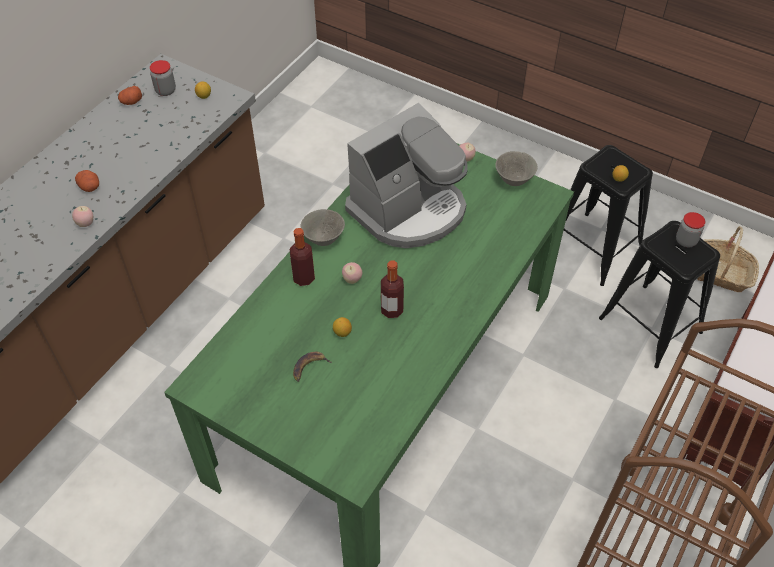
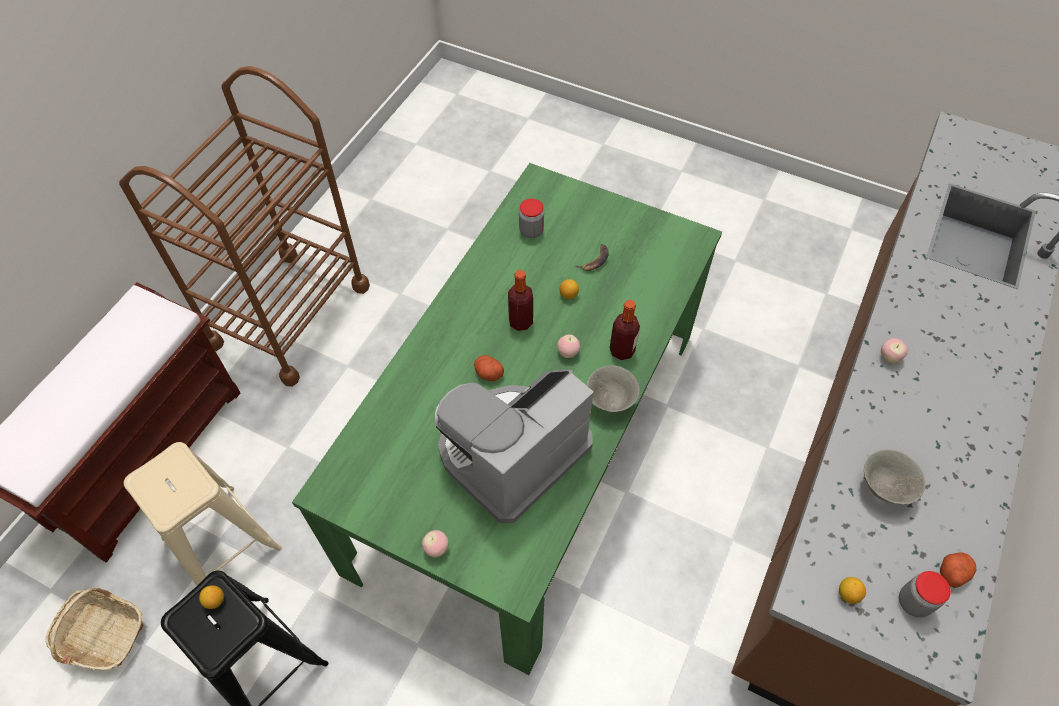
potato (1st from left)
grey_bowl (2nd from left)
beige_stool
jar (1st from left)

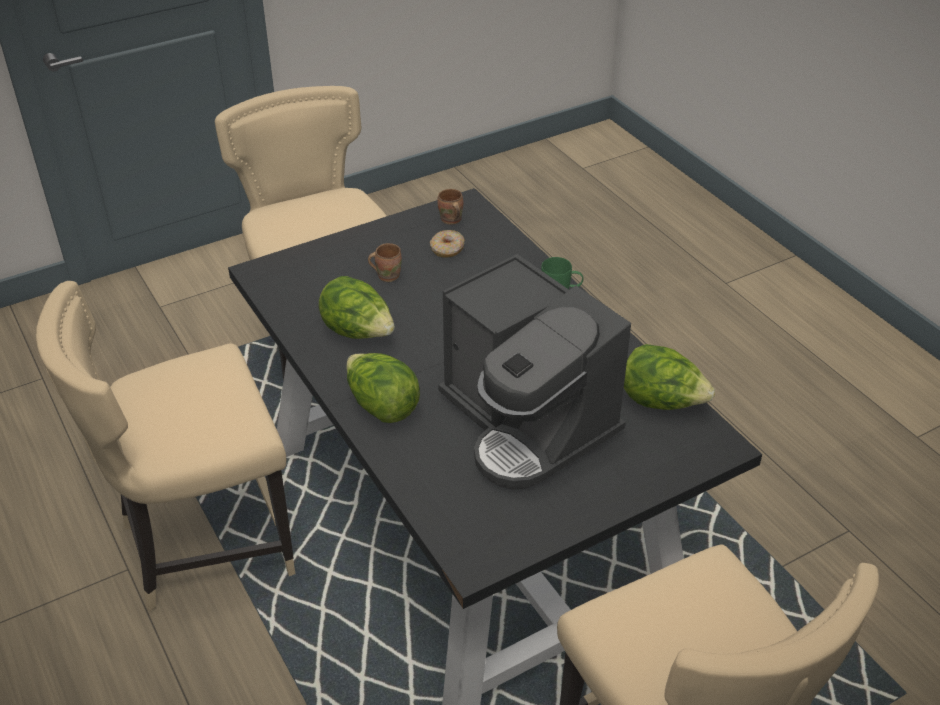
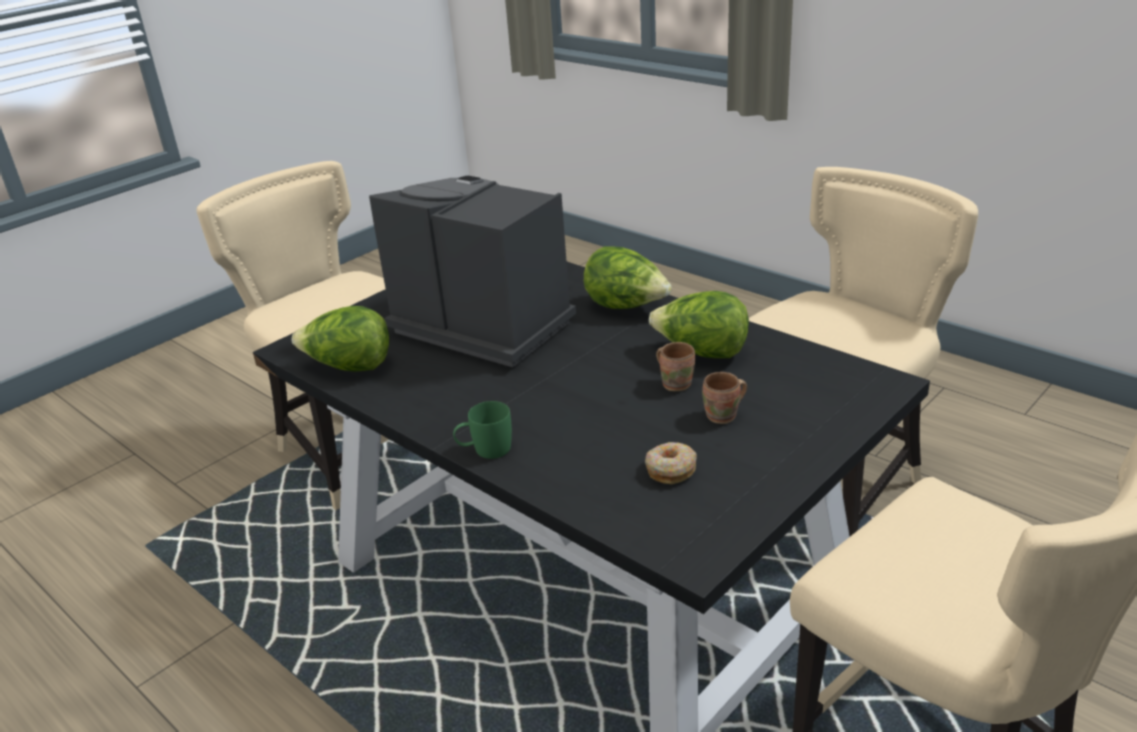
brown_mug (1st from left)

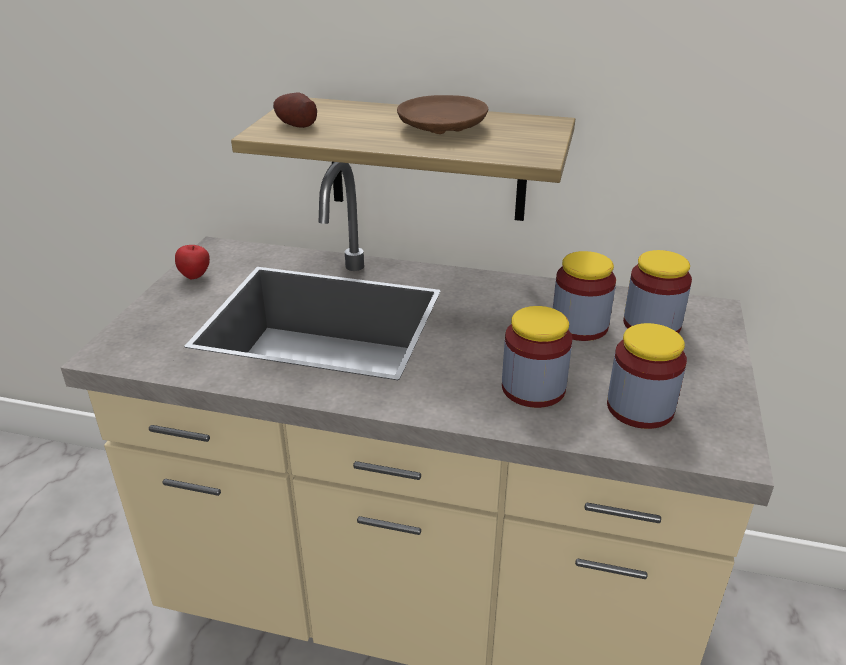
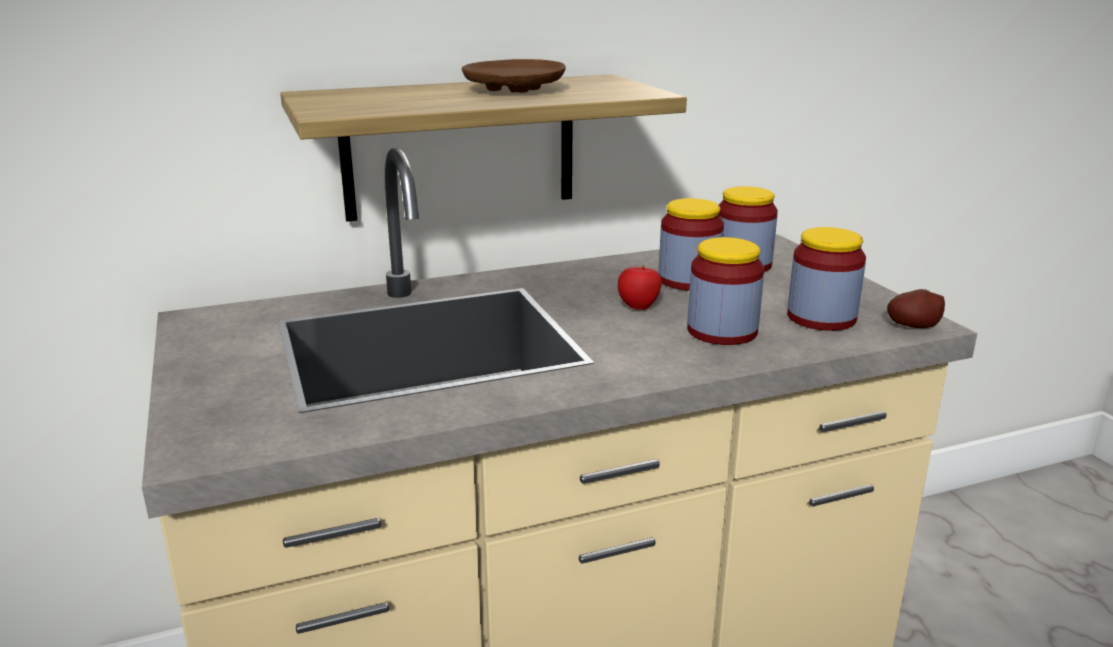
apple
potato

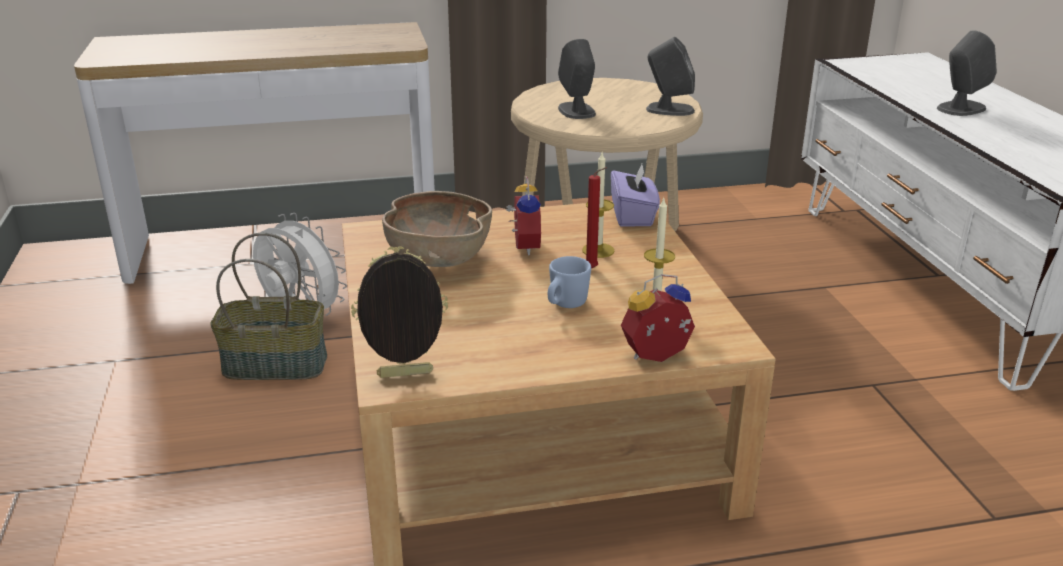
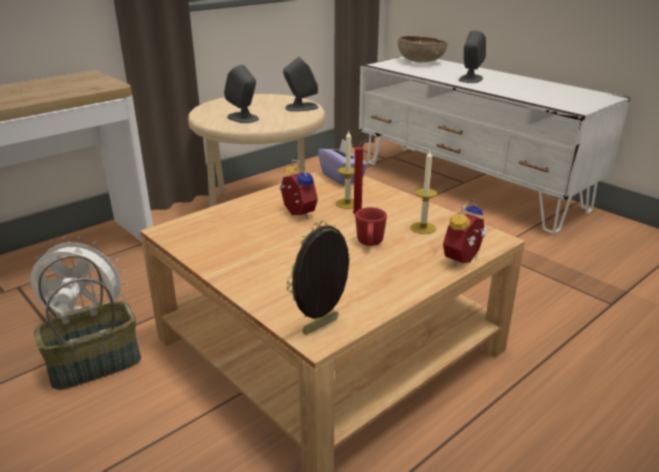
brown_bowl
red_mug

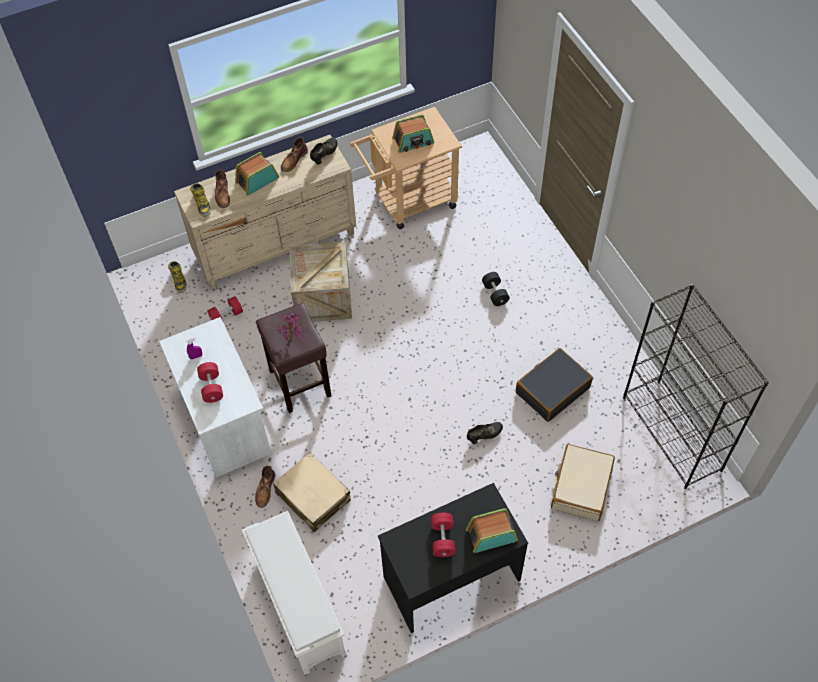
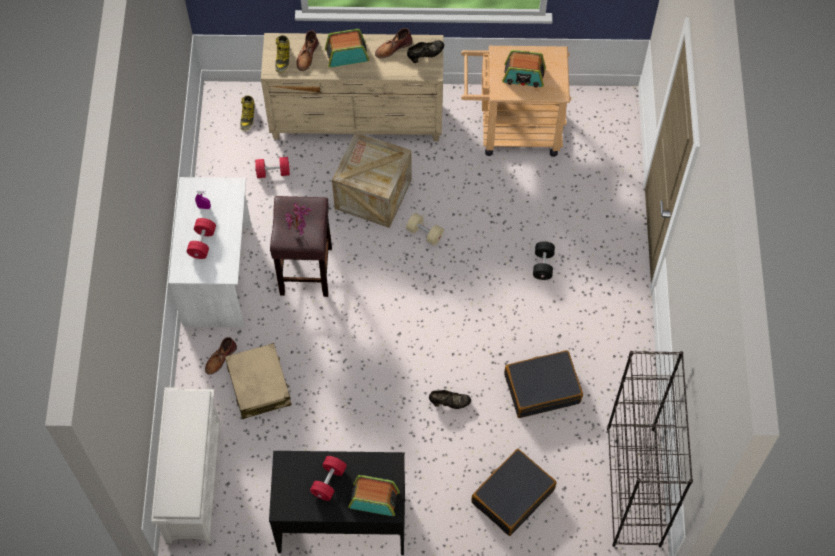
black_suitcase (1st from left)
beige_dumbbell

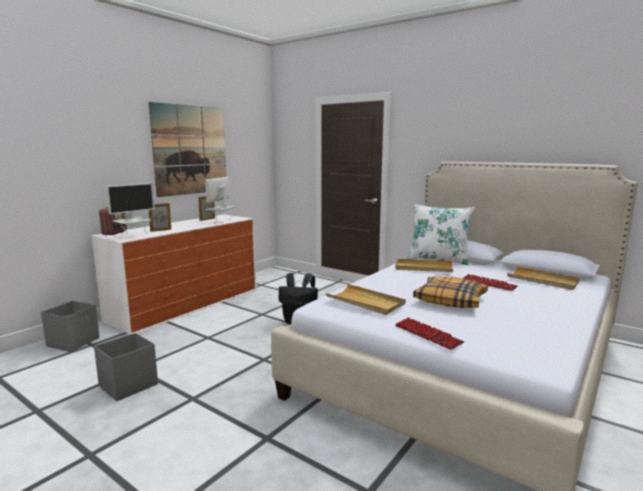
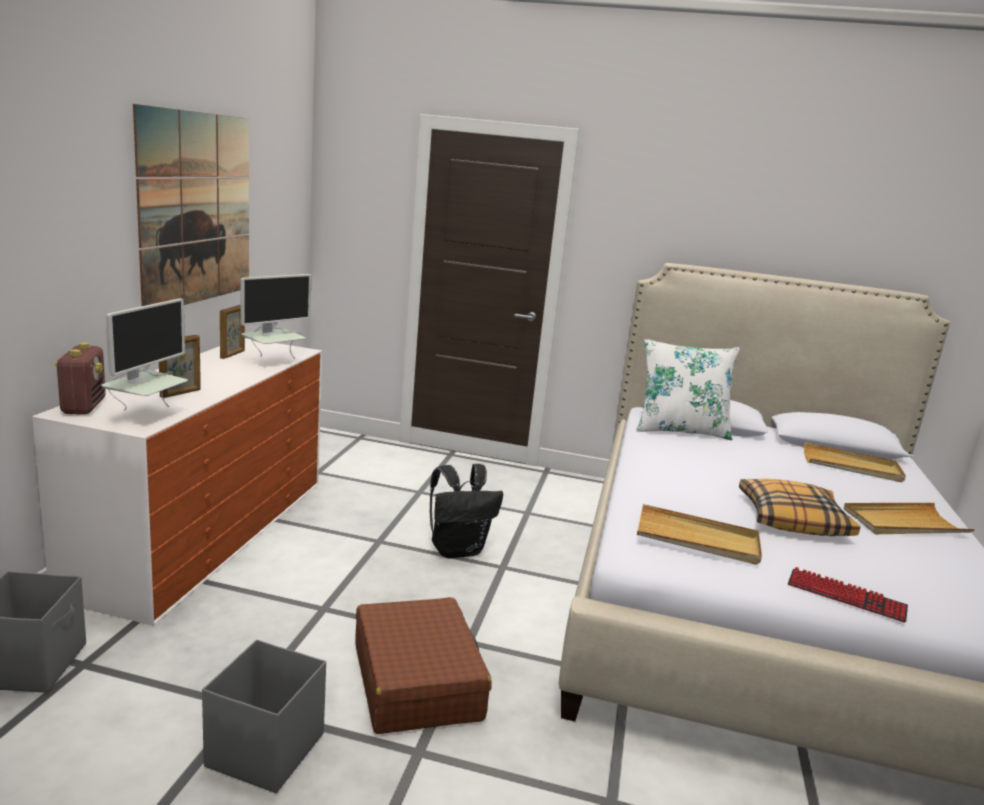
monitor (2nd from left)
beige_tray (3rd from left)
keyboard (2nd from left in the first image)
brown_suitcase

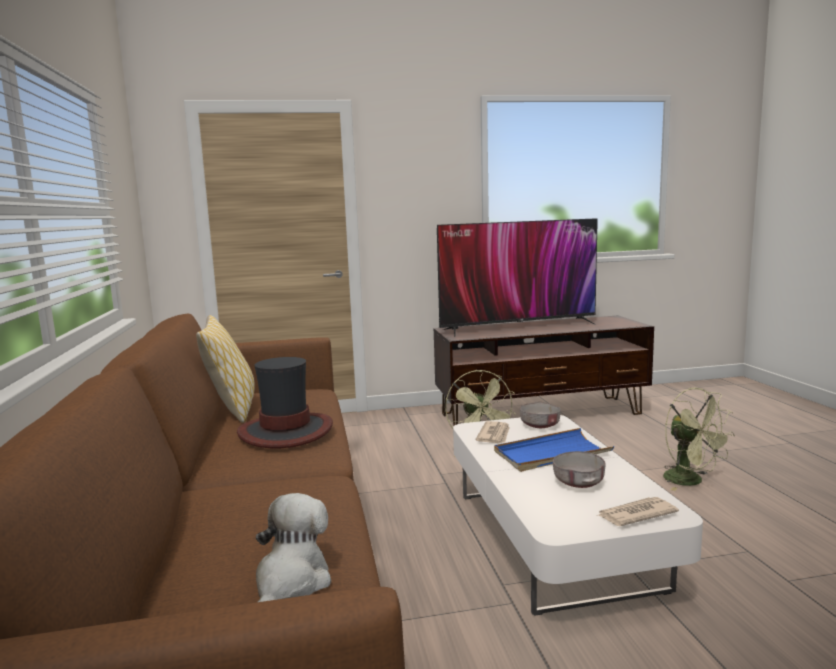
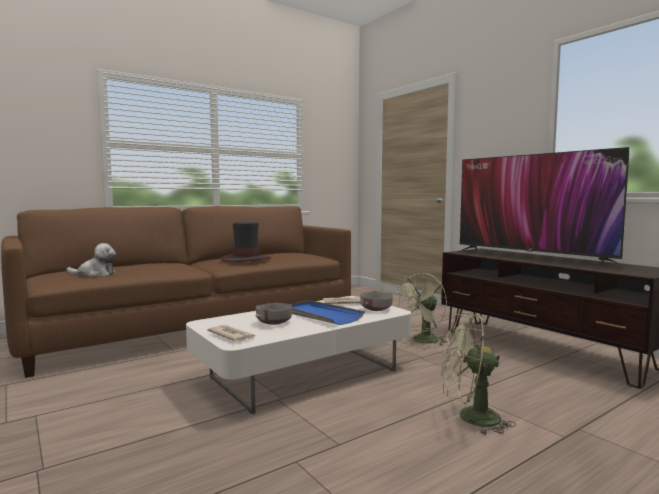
pillow
green_fan (2nd from left)

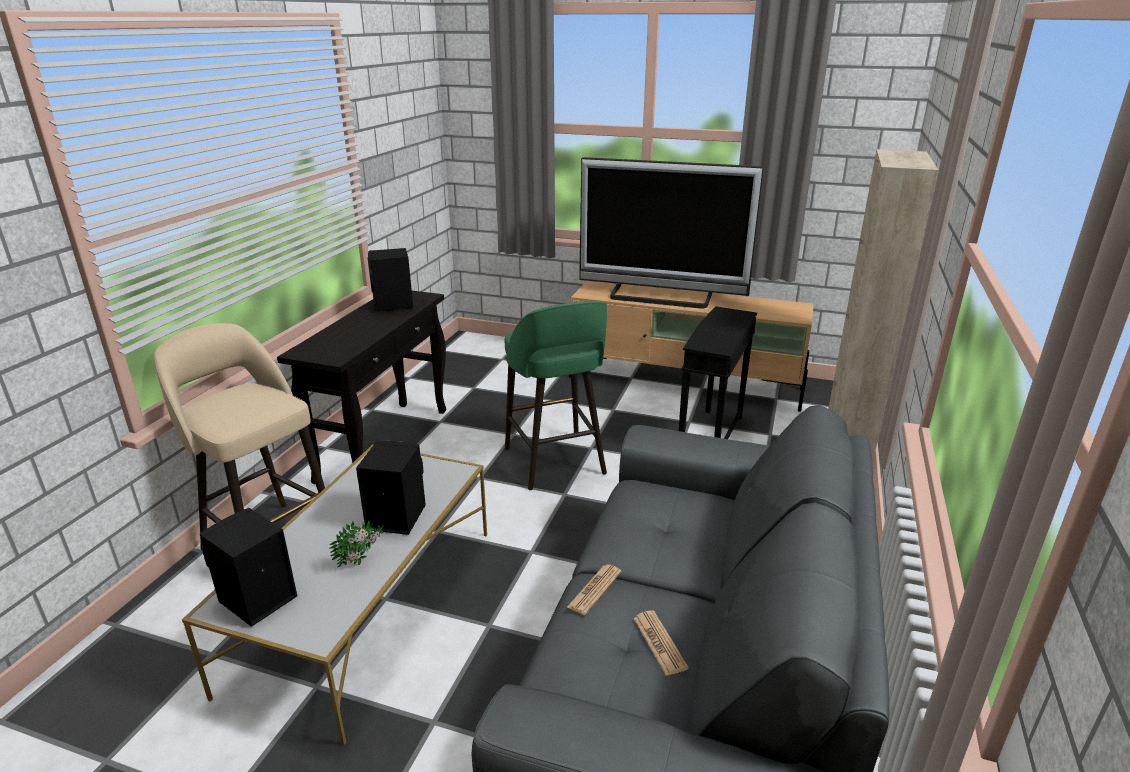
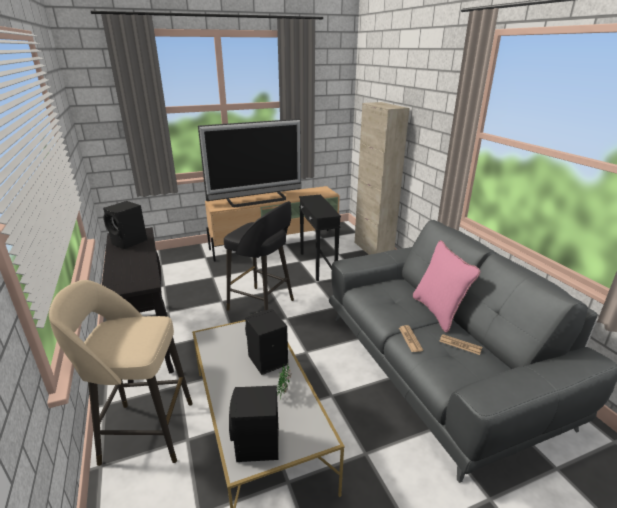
black_stool
pink_pillow

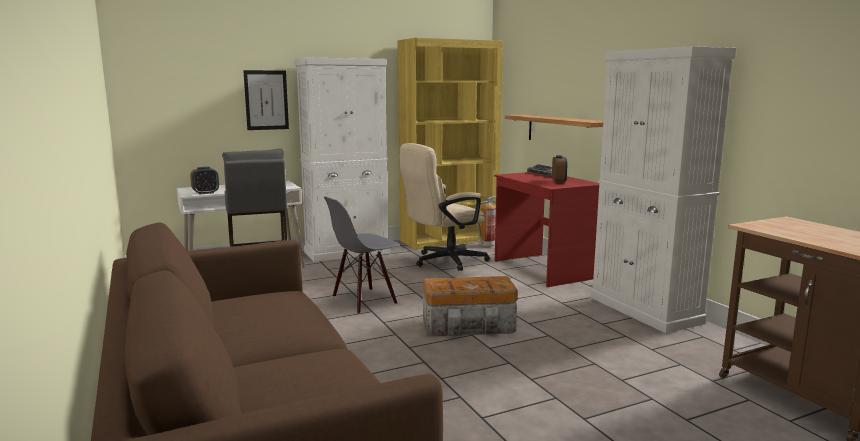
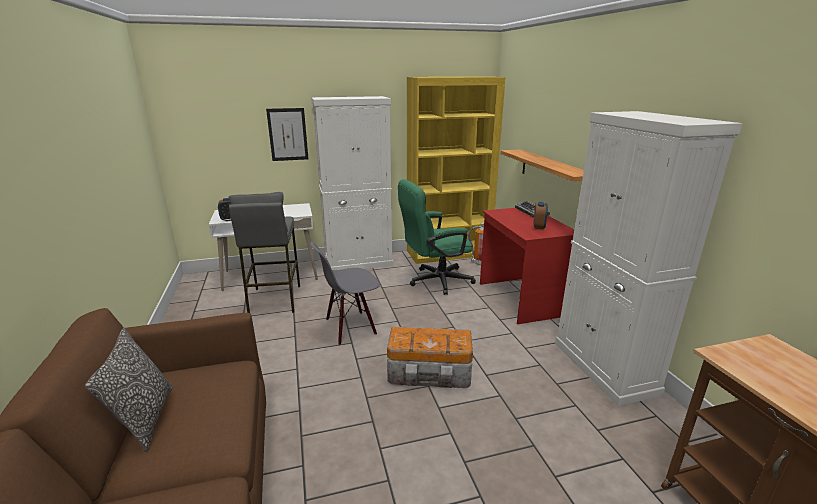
green_office_chair
pillow

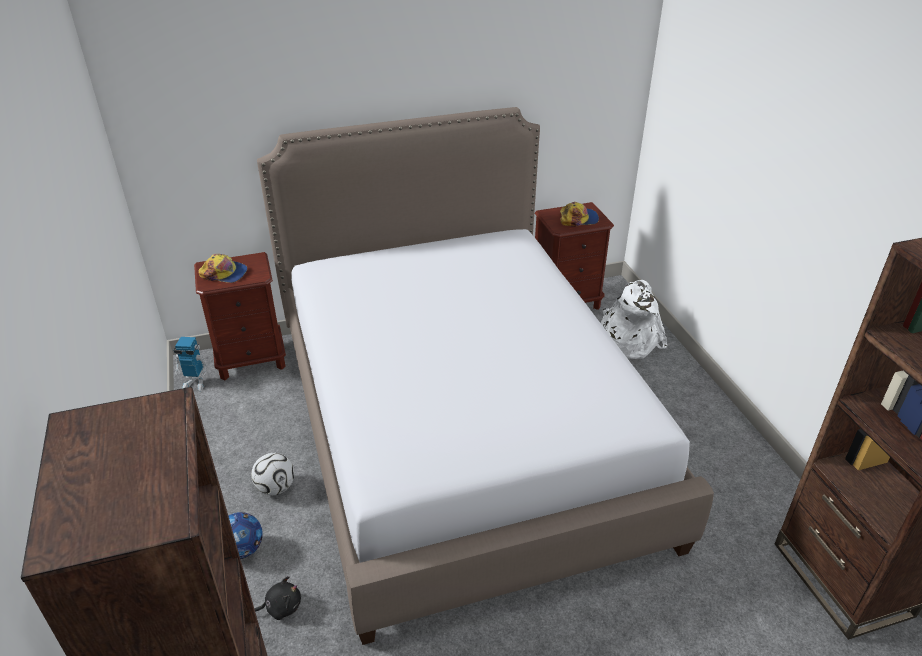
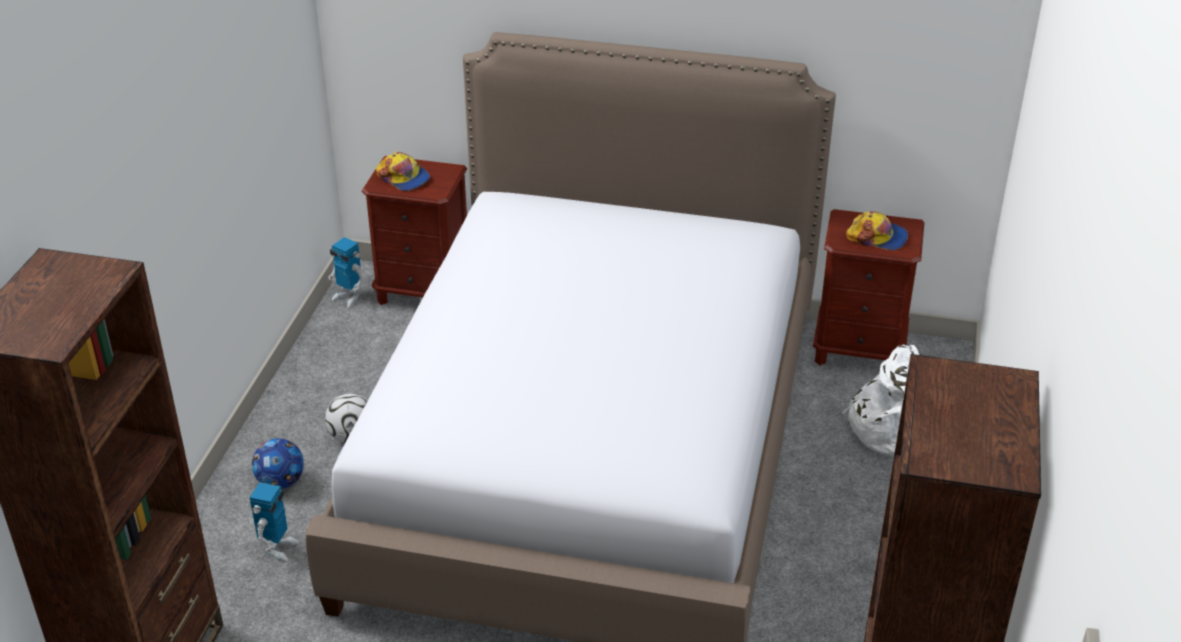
toy_robot (1st from left)

